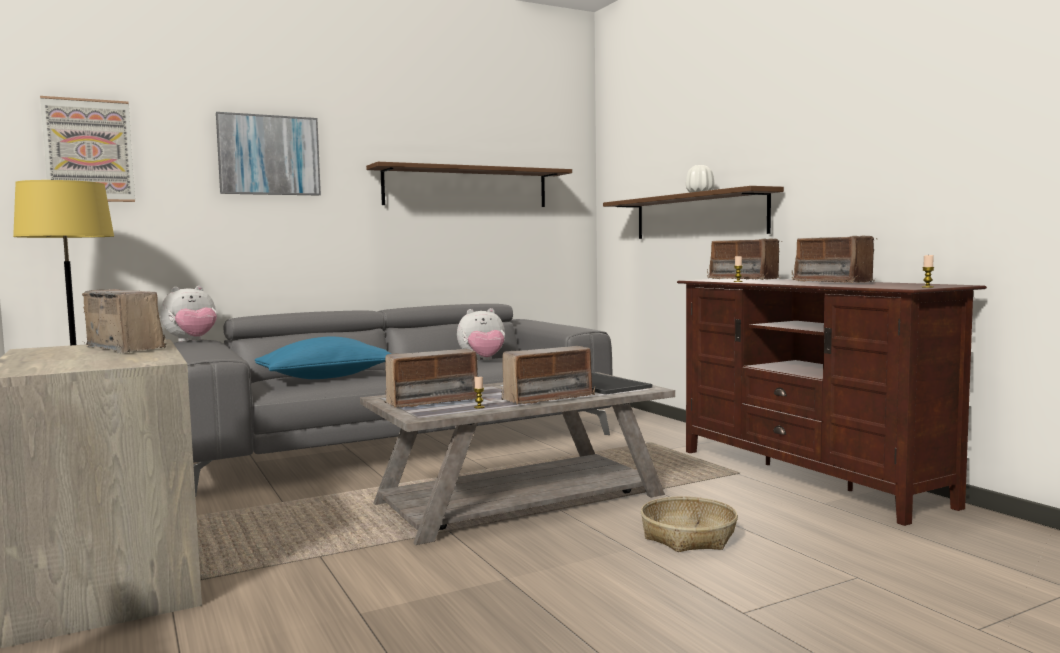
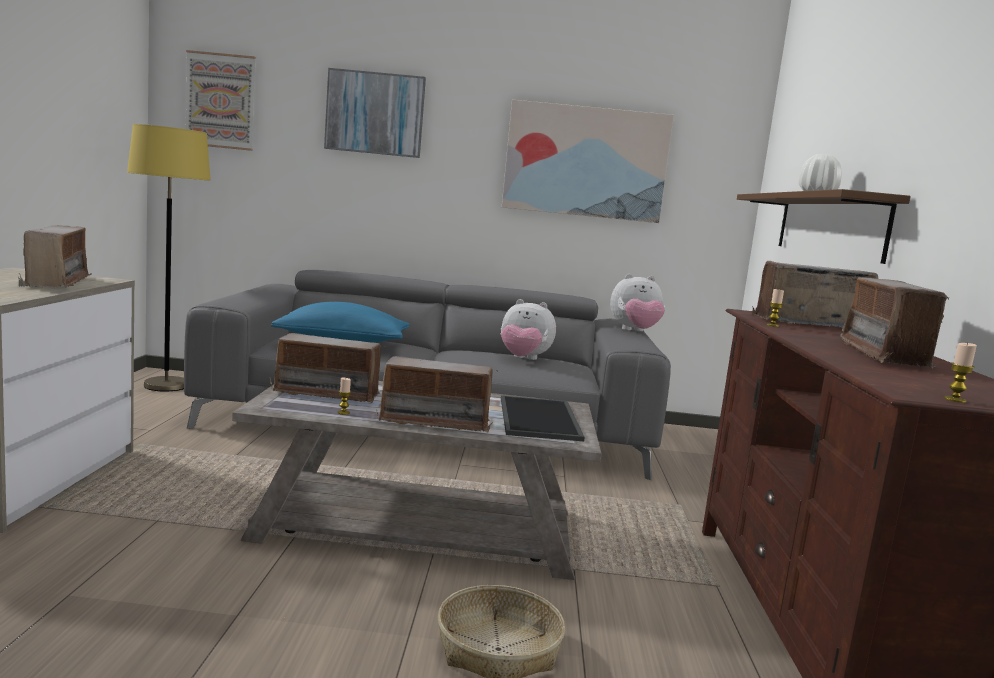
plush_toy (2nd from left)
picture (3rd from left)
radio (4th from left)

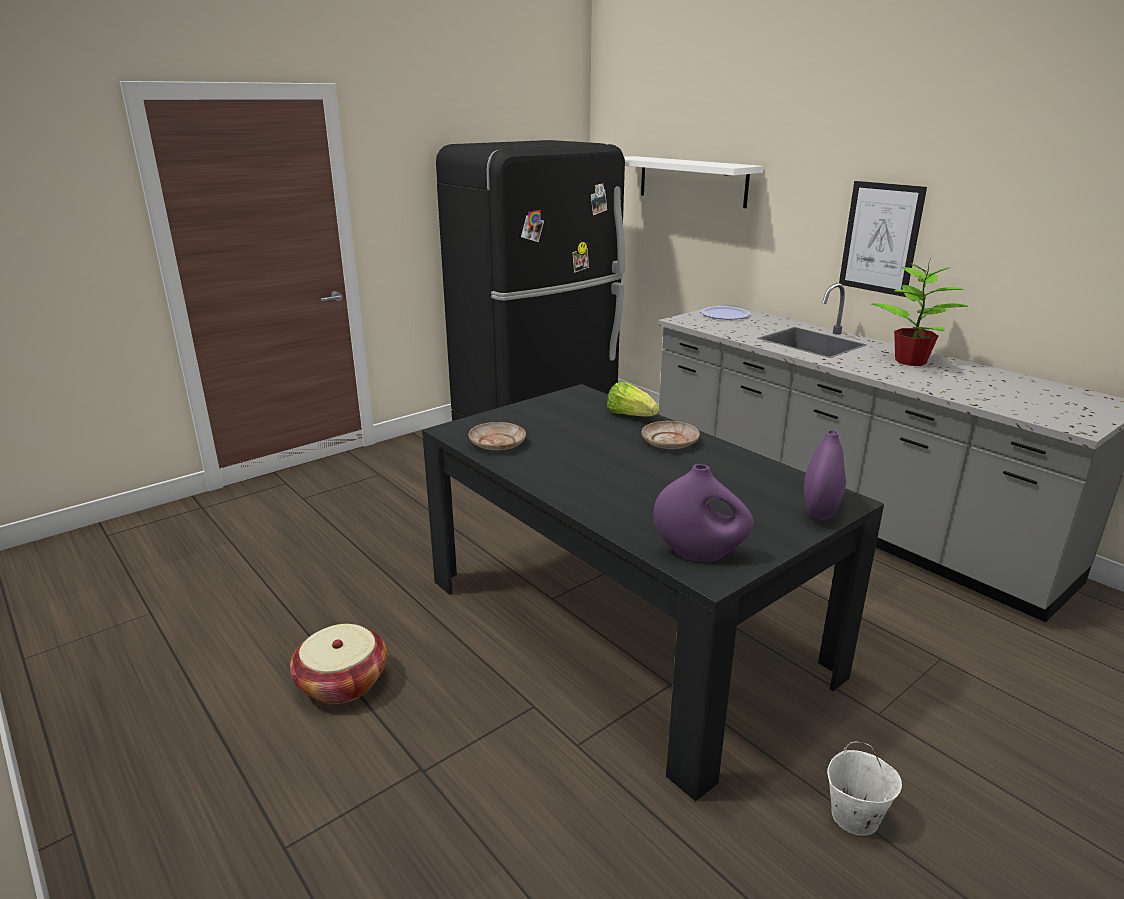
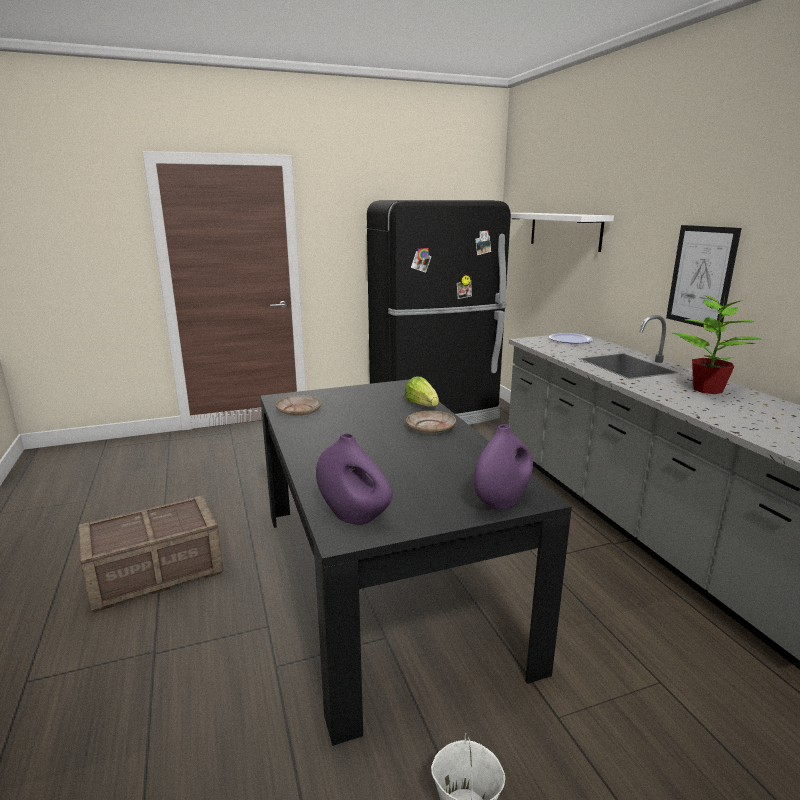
crate

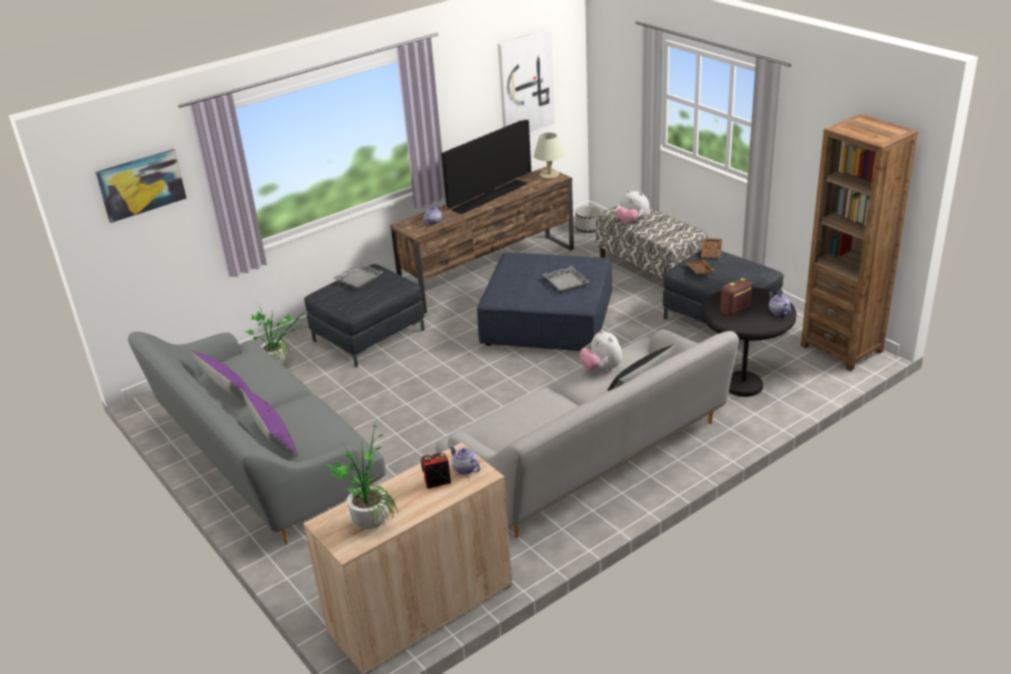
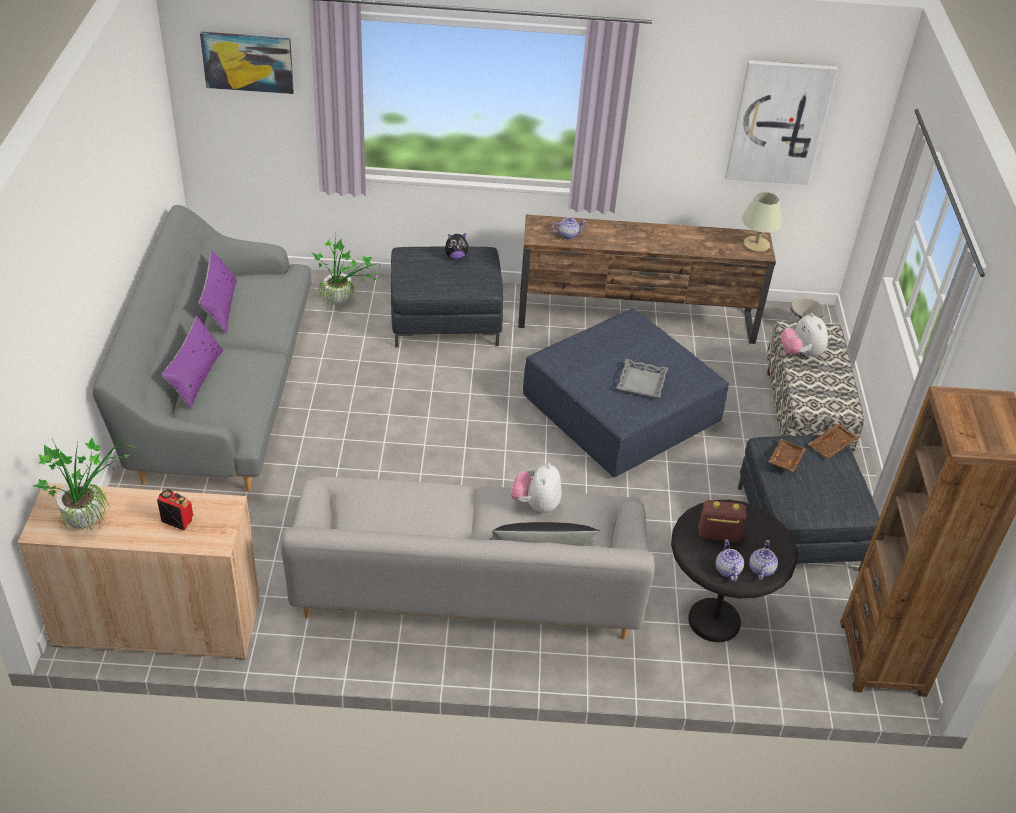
plush_toy (1st from left)
television
teapot (2nd from left)

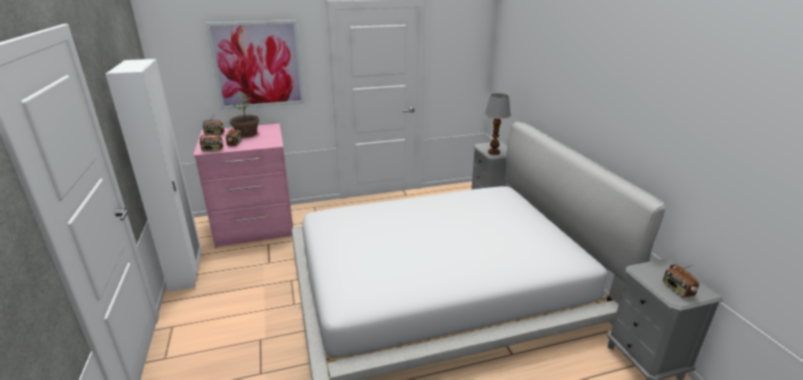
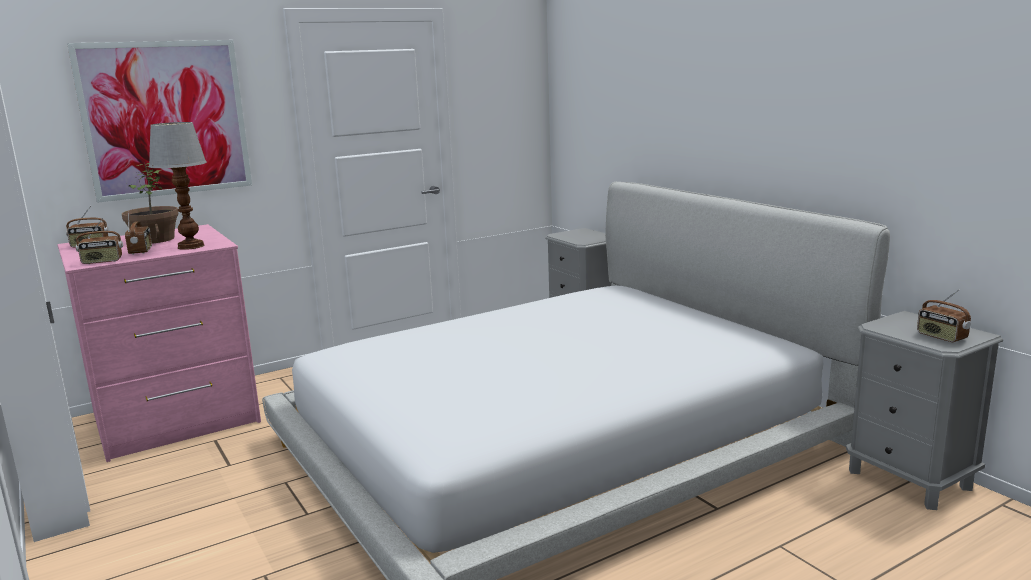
table_lamp

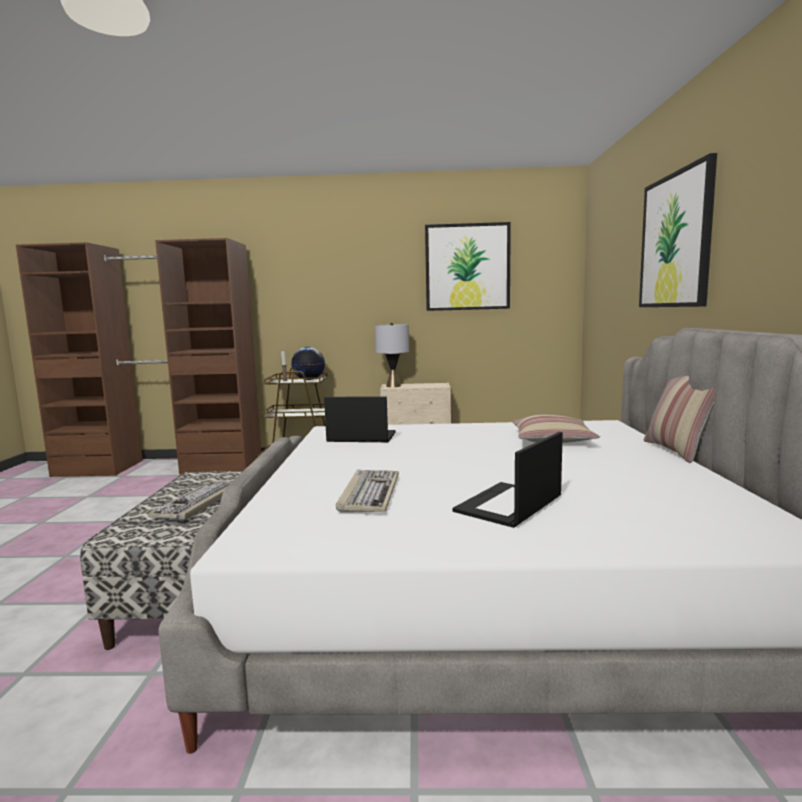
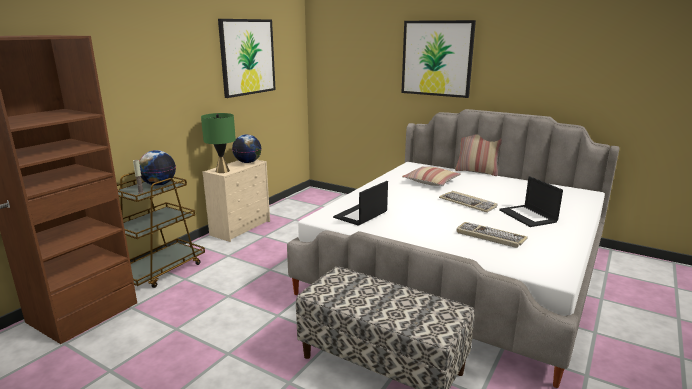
keyboard (1st from left)
green_table_lamp
globe (2nd from left)

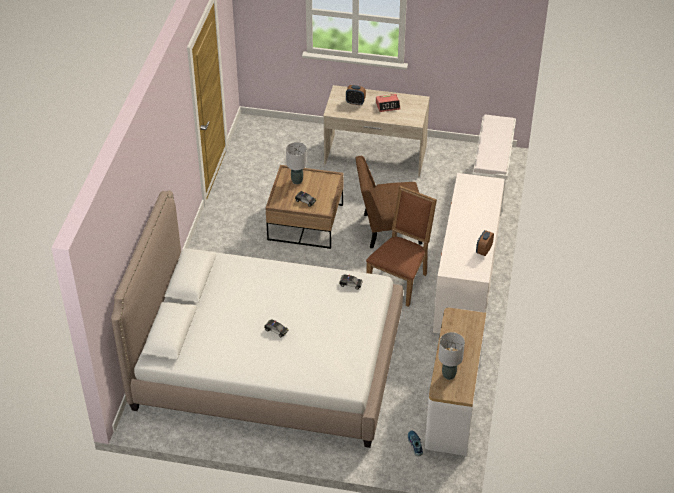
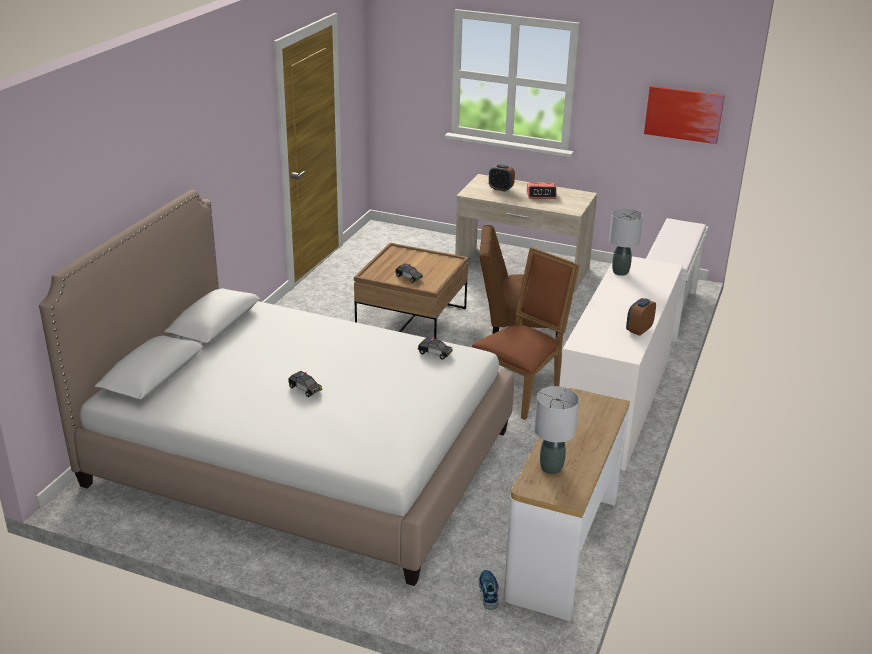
grey_table_lamp (2nd from left)
picture

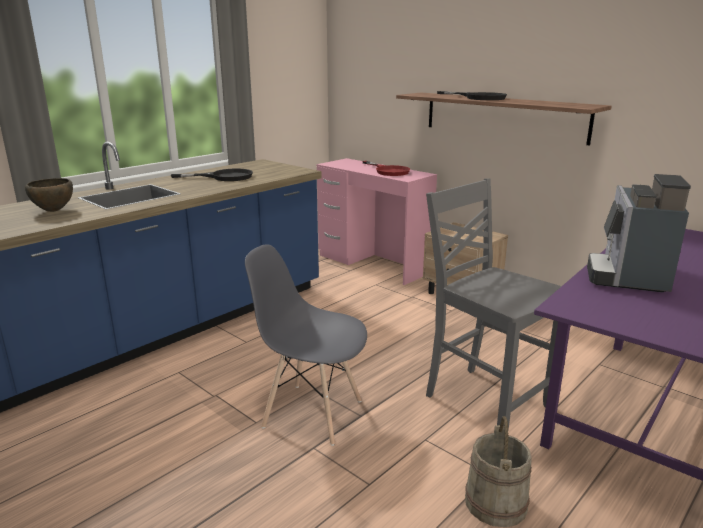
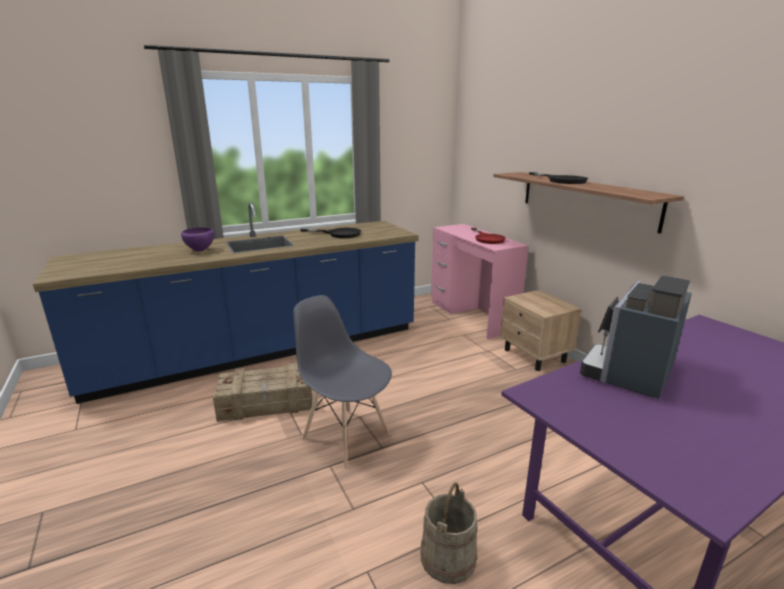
purple_bowl
grey_chair (2nd from left in the first image)
crate

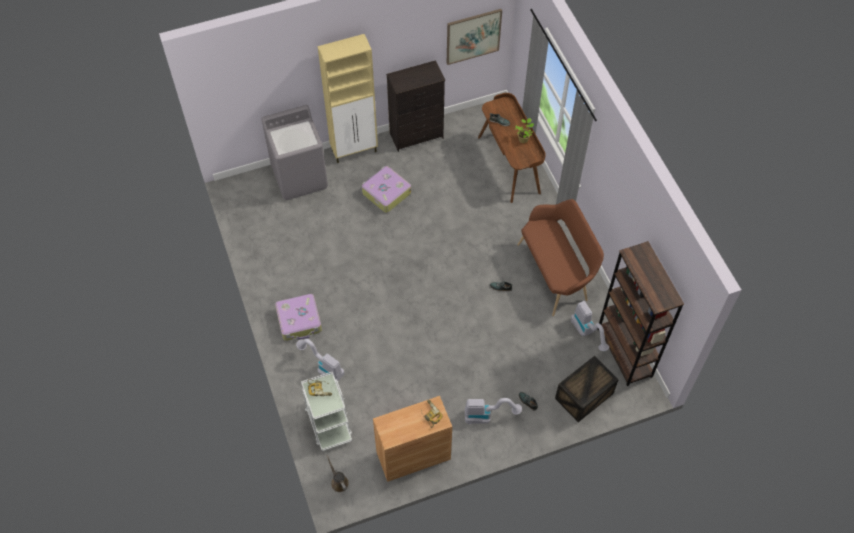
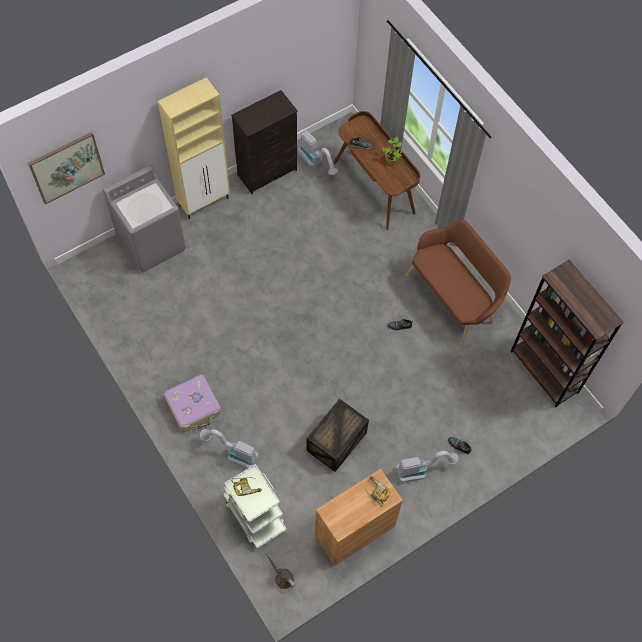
suitcase (2nd from left in the first image)
picture
crate
vacuum_cleaner (2nd from left)

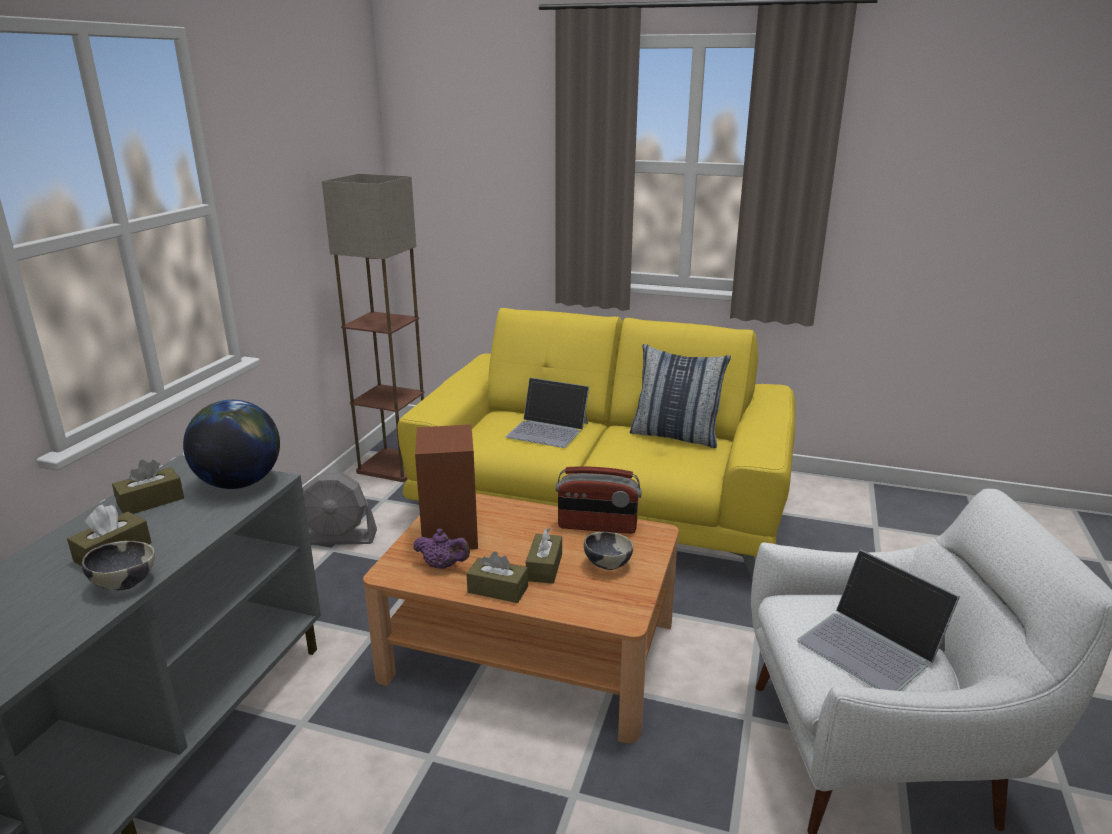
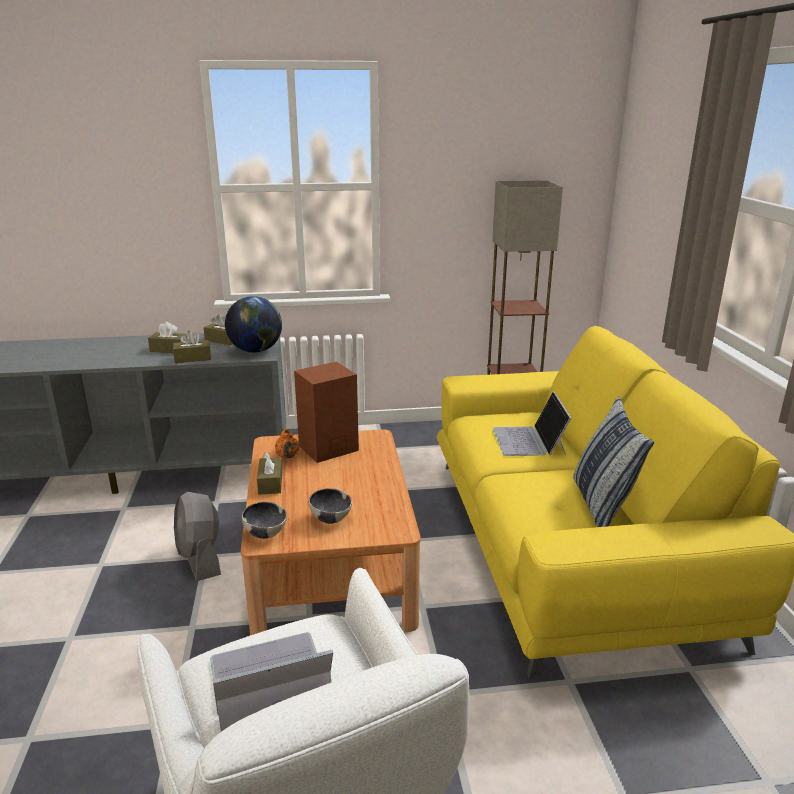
bowl (1st from left)
grey_fan
orange_teapot
brown_tissue_box (2nd from left)
radio
laptop (1st from left)

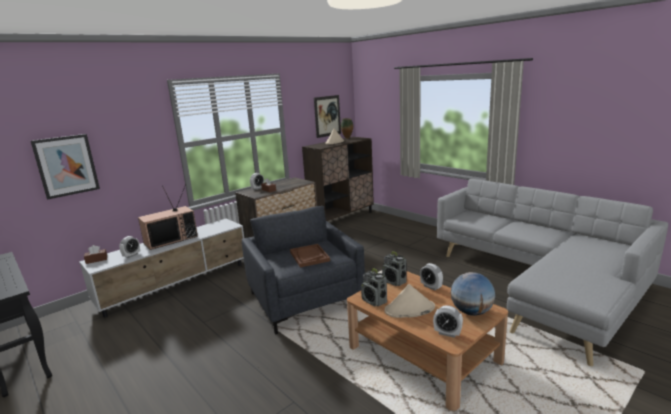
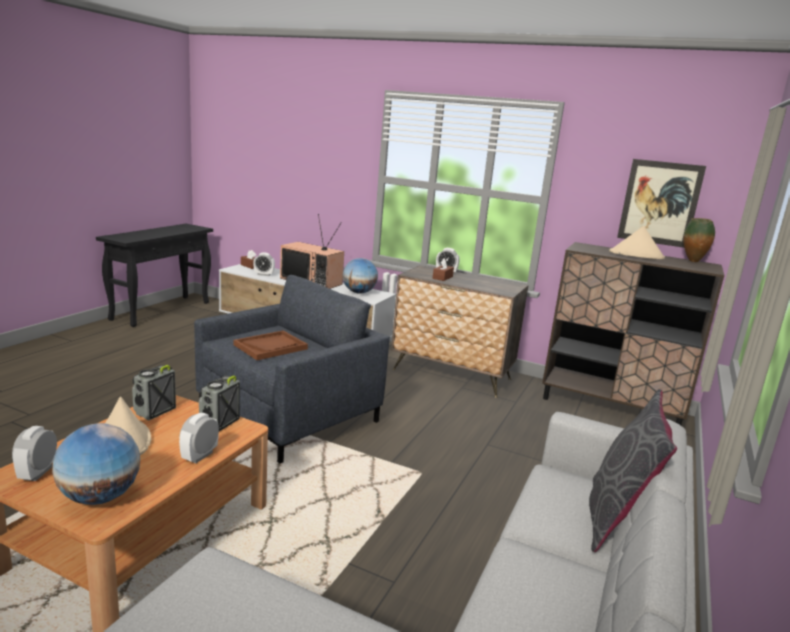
picture (1st from left in the first image)
globe (2nd from left)
grey_pillow

